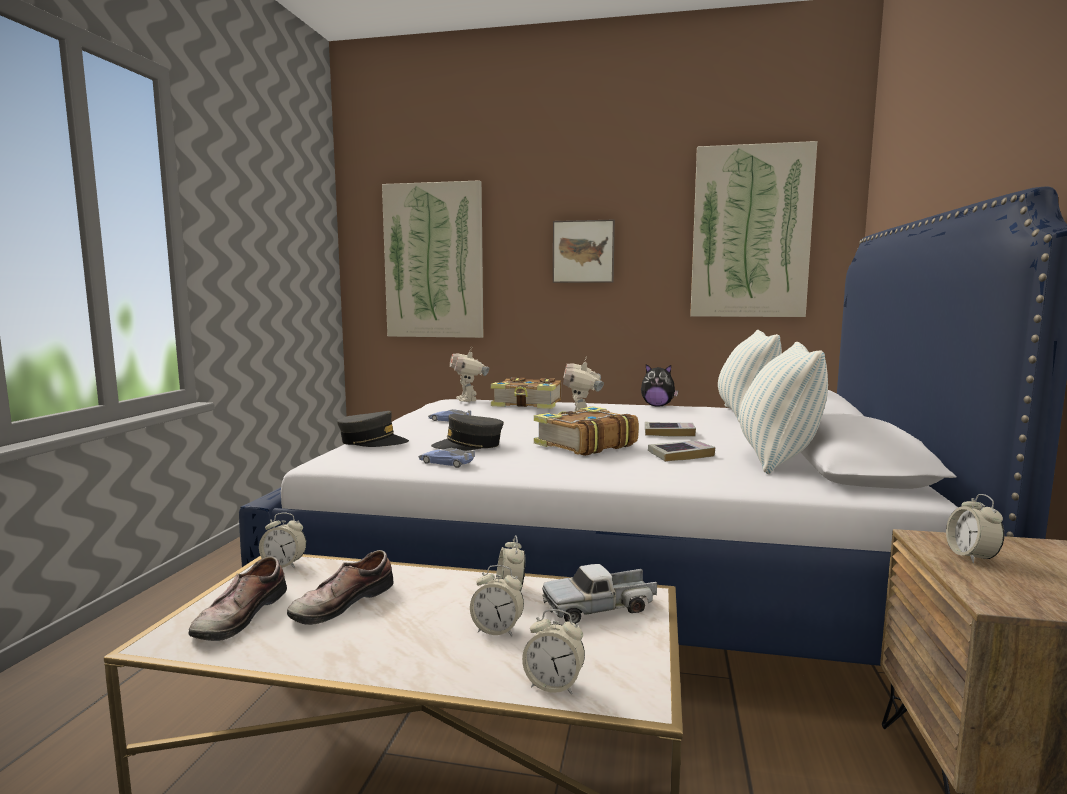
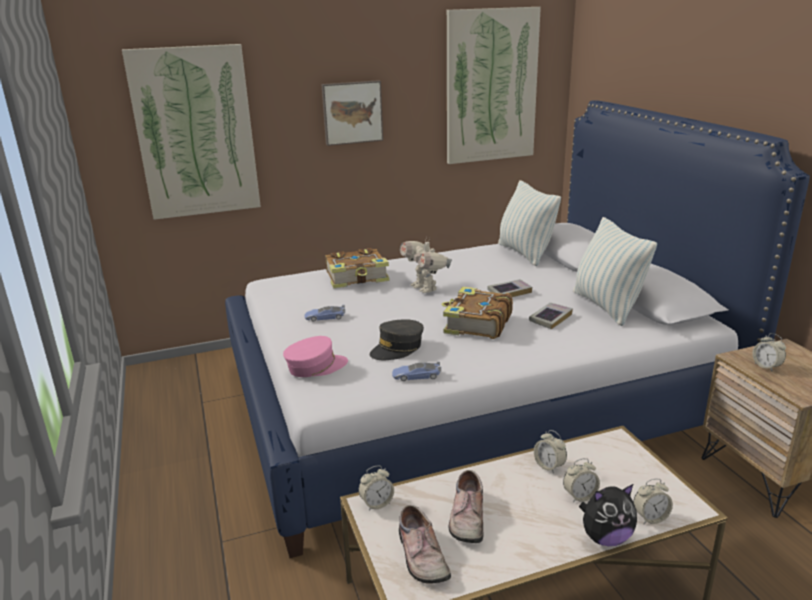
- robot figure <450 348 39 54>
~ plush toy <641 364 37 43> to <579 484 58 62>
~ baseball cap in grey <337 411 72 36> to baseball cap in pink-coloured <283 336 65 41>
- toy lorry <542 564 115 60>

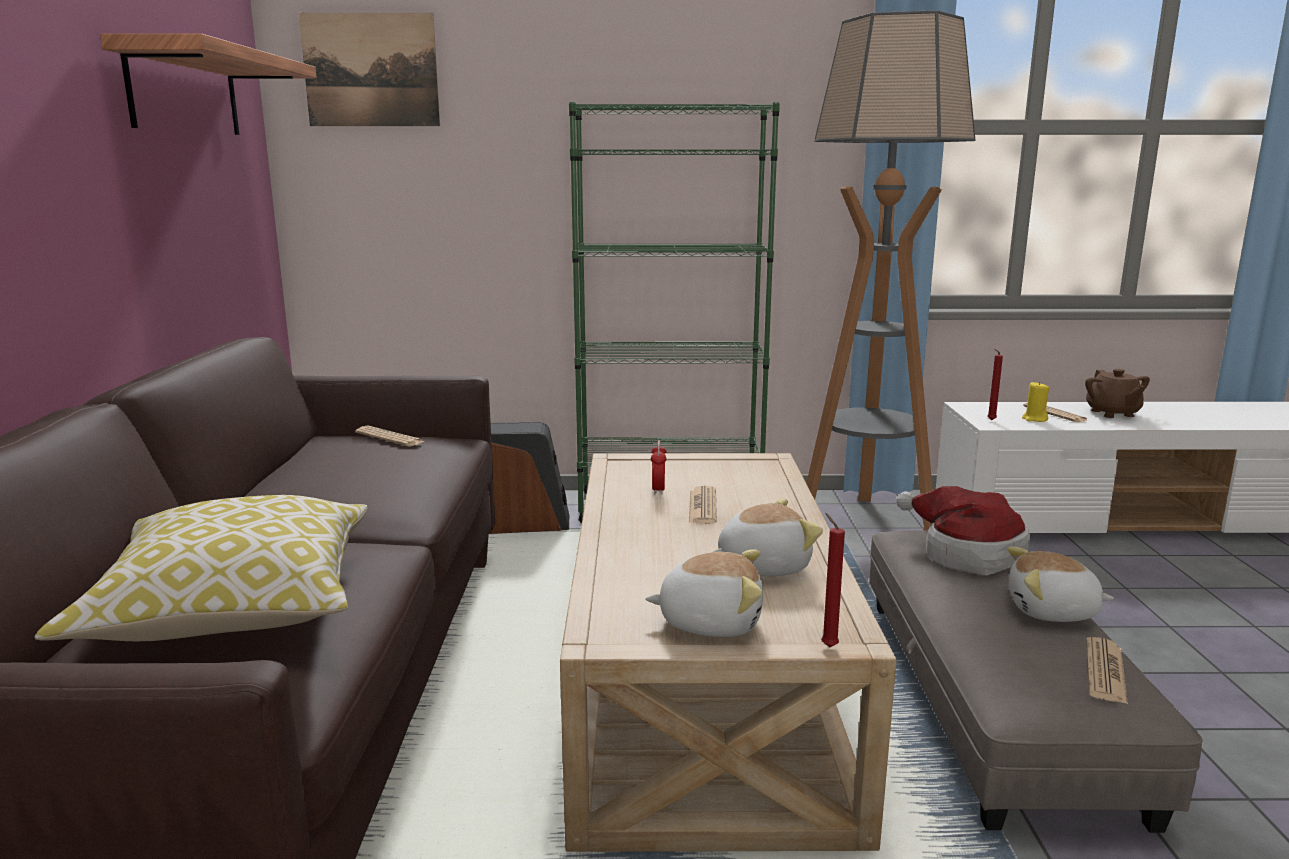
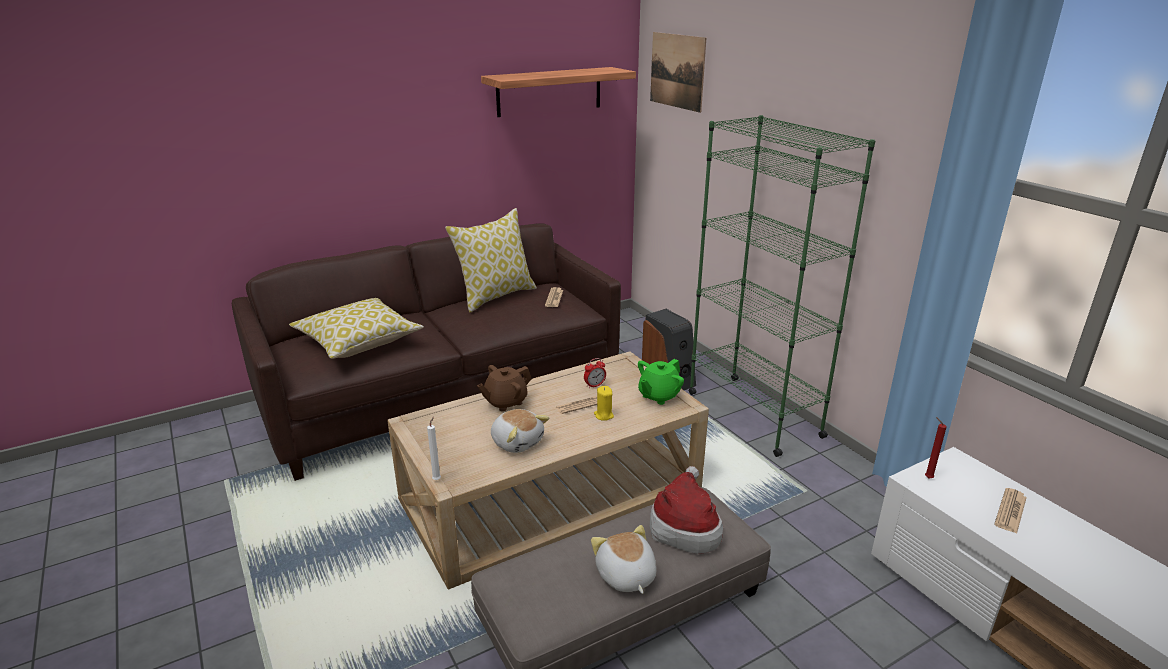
- standard lamp <806 10 170 520>
~ pot for tea in brown-coloured <1085 369 65 49> to <477 365 55 46>
~ wax light in yellowish <1022 381 27 41> to <594 386 20 35>
~ wax light in red-coloured <821 513 24 134> to wax light in white <427 417 14 63>
- plush toy <645 549 118 88>
- printed paper <1086 637 42 67>
+ pillow <445 208 92 104>
+ pot for tea in greenish <638 359 46 46>

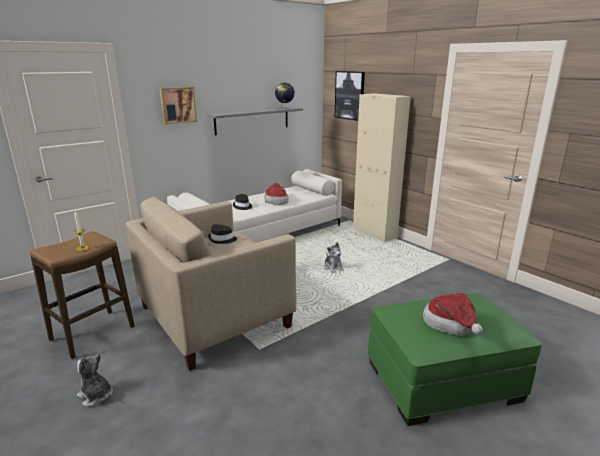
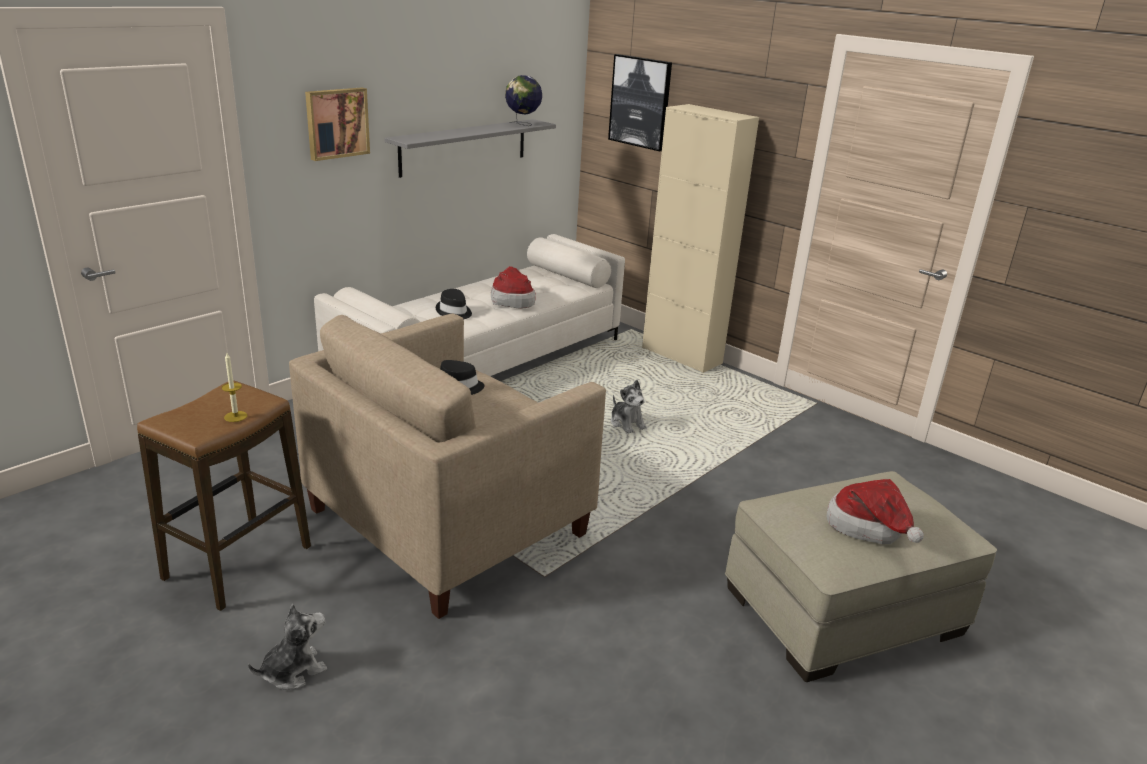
~ footrest in greenish <367 293 175 133> to footrest in beige-coloured <725 471 272 211>
~ plush toy <77 353 36 53> = <248 603 79 87> 120 degrees clockwise

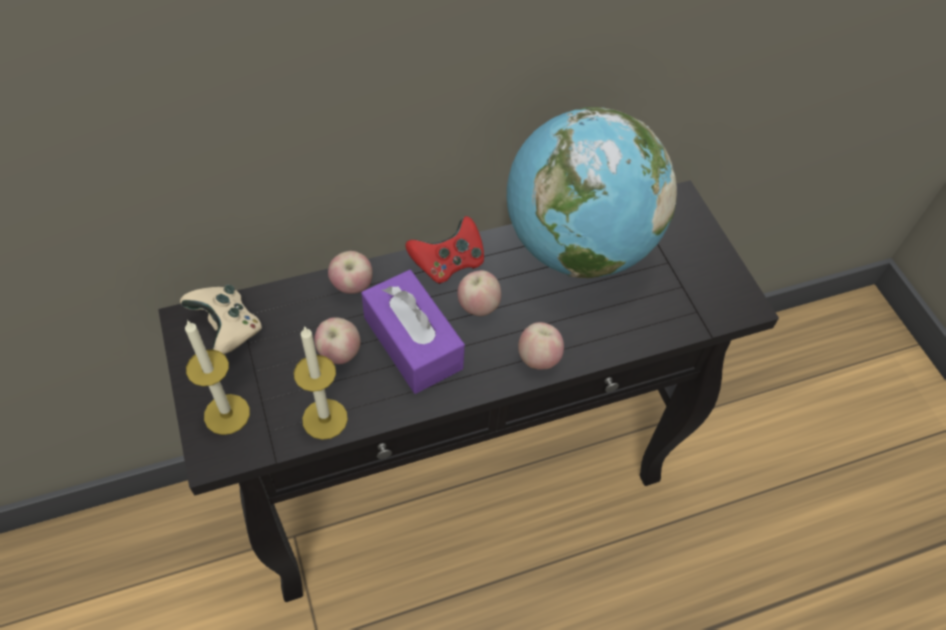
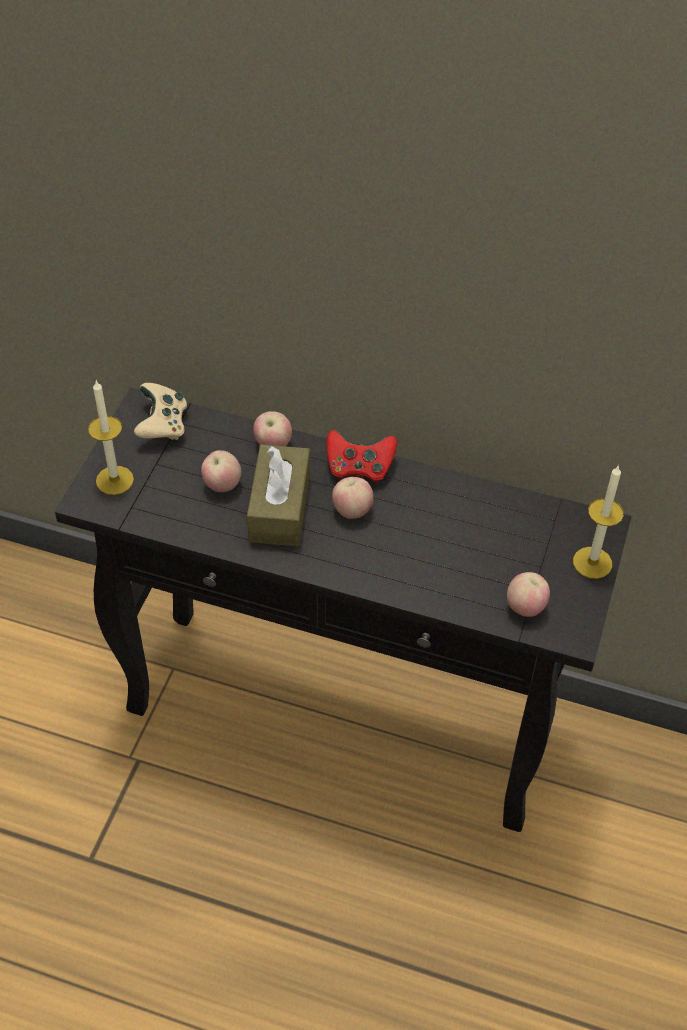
- globe <507 107 170 171>
~ tissue box in purple <361 270 104 124> to tissue box in brown-coloured <247 445 63 101>
~ apple <518 322 46 48> to <507 572 43 45>
~ wax light <294 326 54 114> to <573 465 51 114>

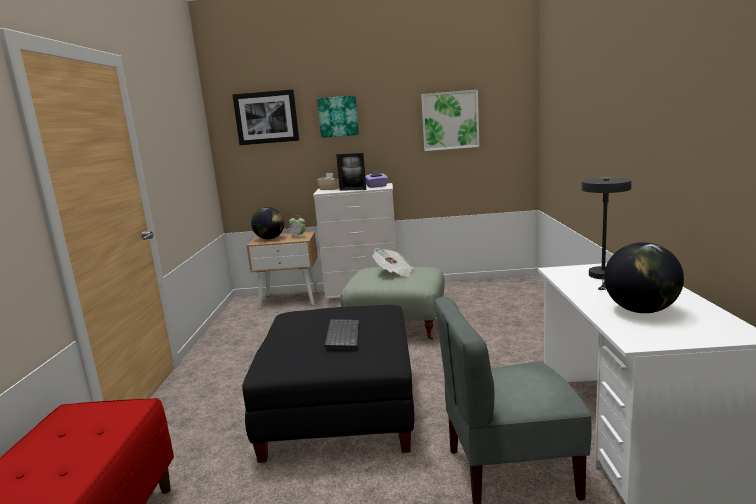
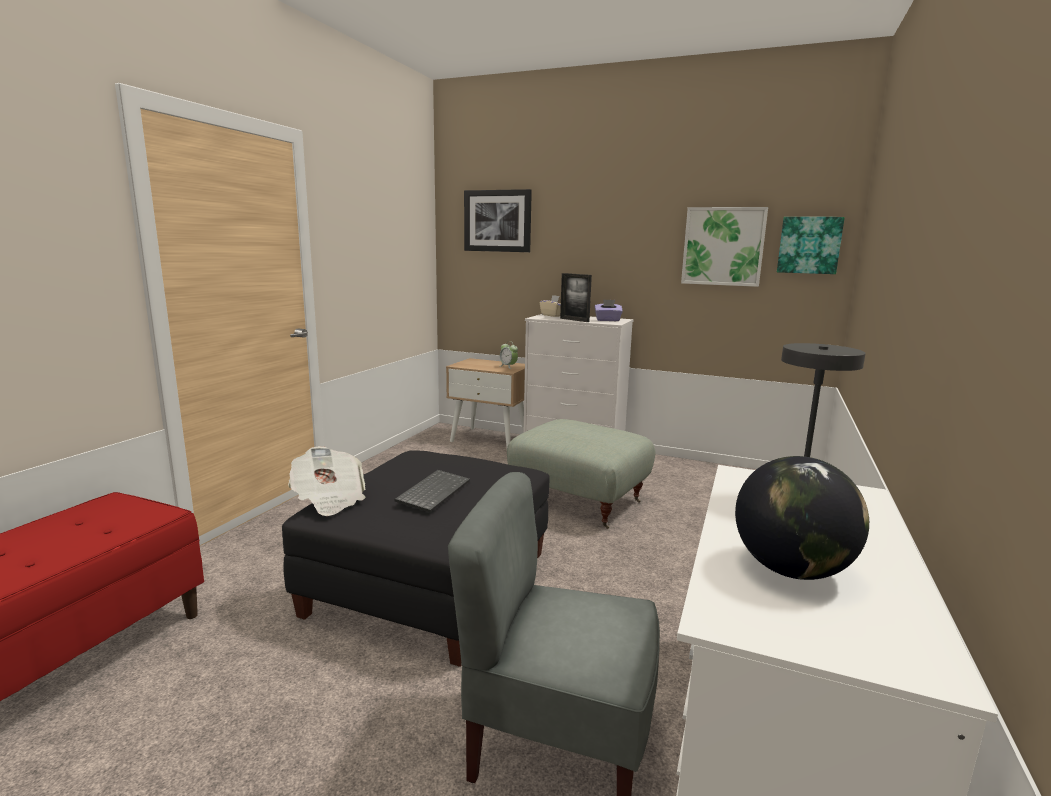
~ wall art <317 95 42 43> to <777 217 68 57>
- globe <251 207 33 32>
~ printed paper <372 248 41 29> to <288 446 77 70>

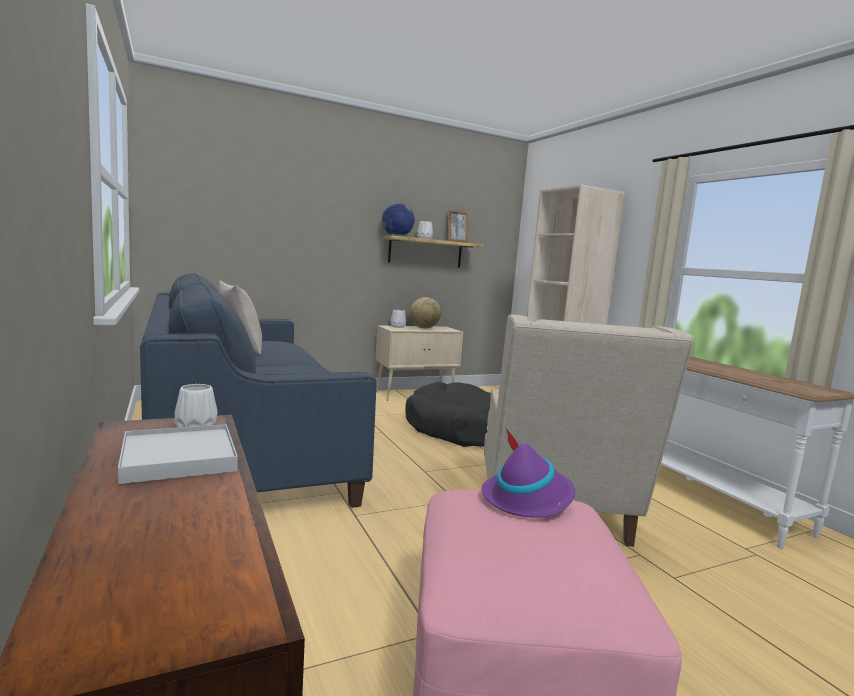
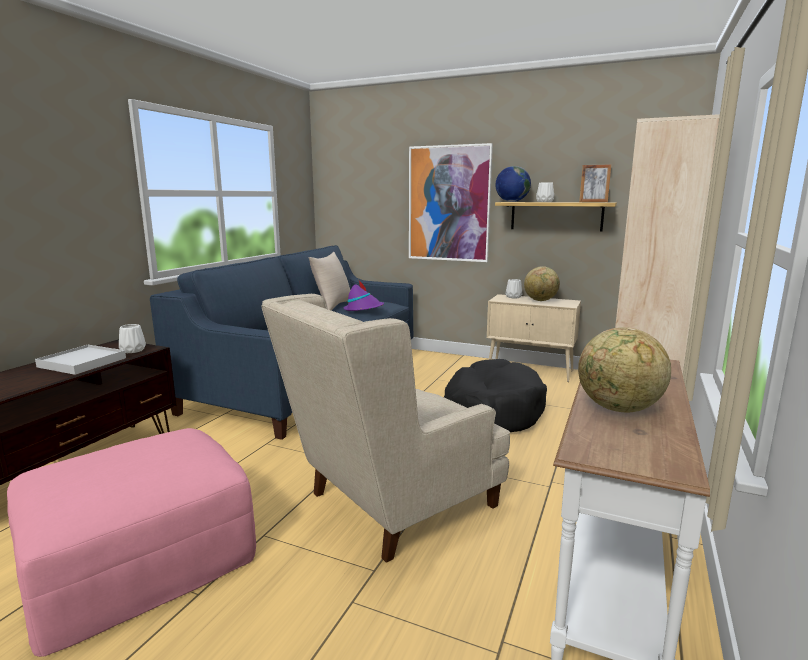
~ clothing hat in purple <482 428 93 90> to <343 281 41 30>
+ wall art <409 143 84 119>
+ globe <578 327 93 85>

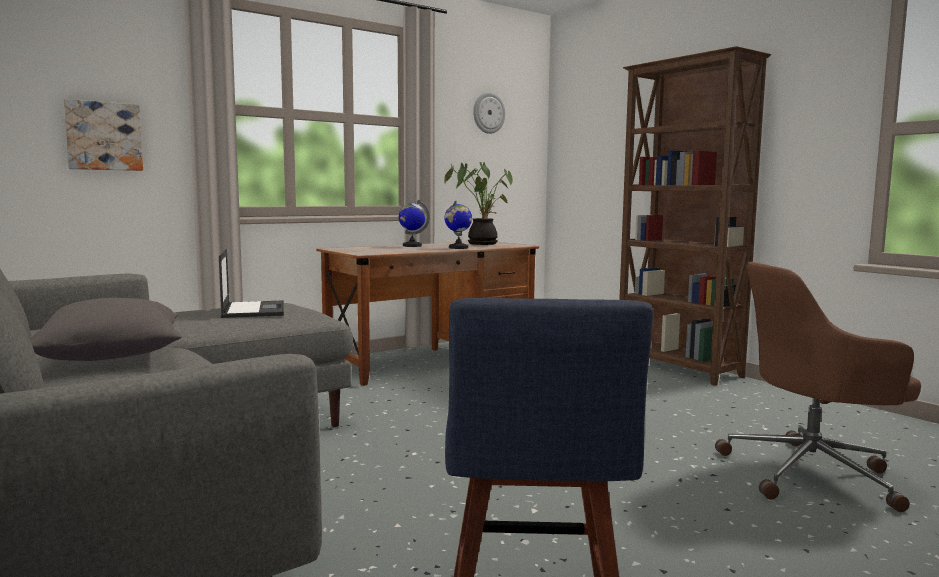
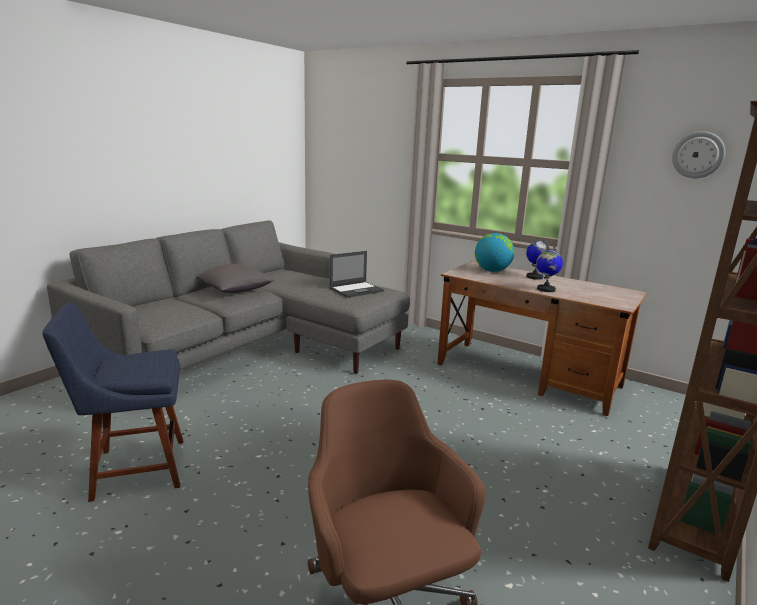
- wall art <64 99 79 72>
- potted plant <444 162 69 83>
+ globe <475 233 39 39>

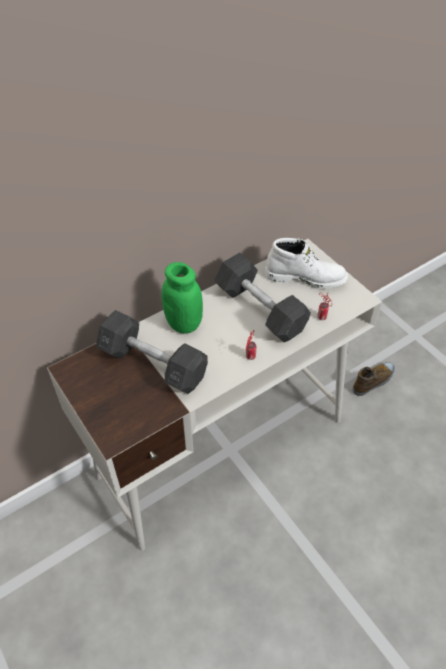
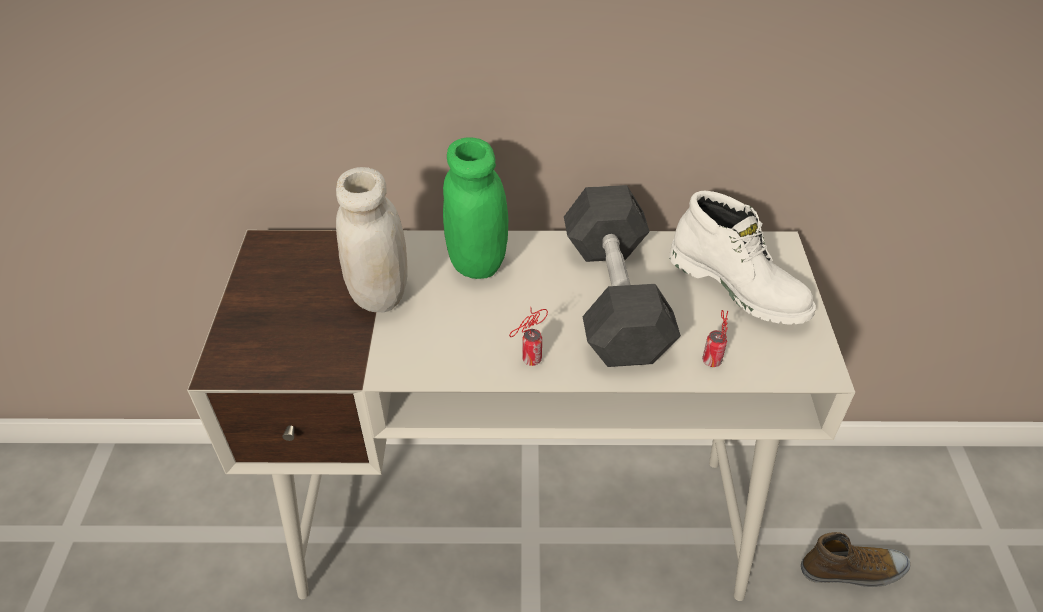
~ dumbbell in grey <96 310 112 84> to preserve jar in white <336 167 72 145>

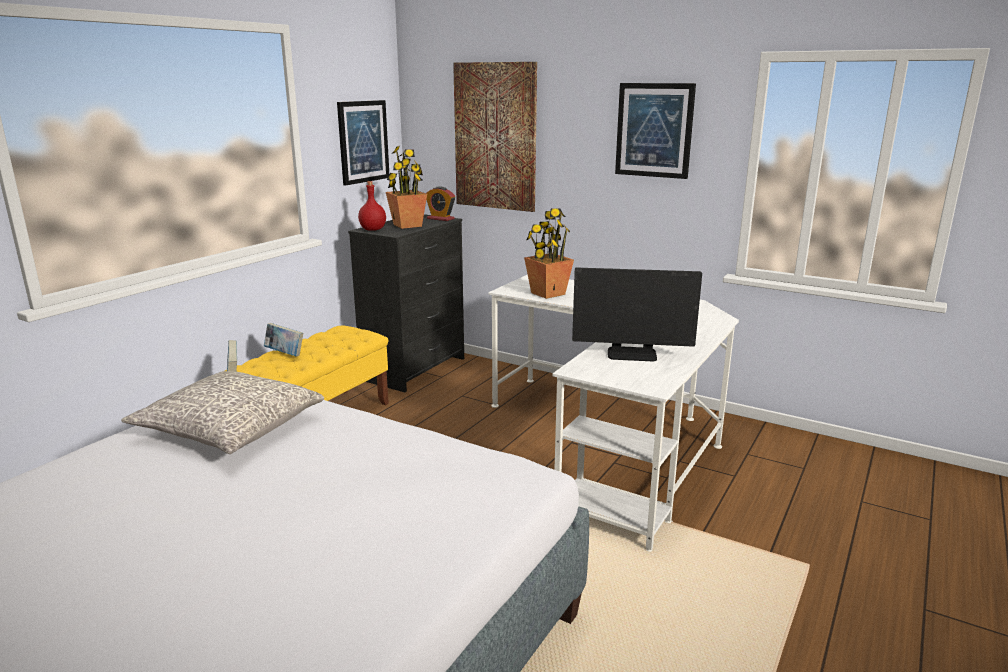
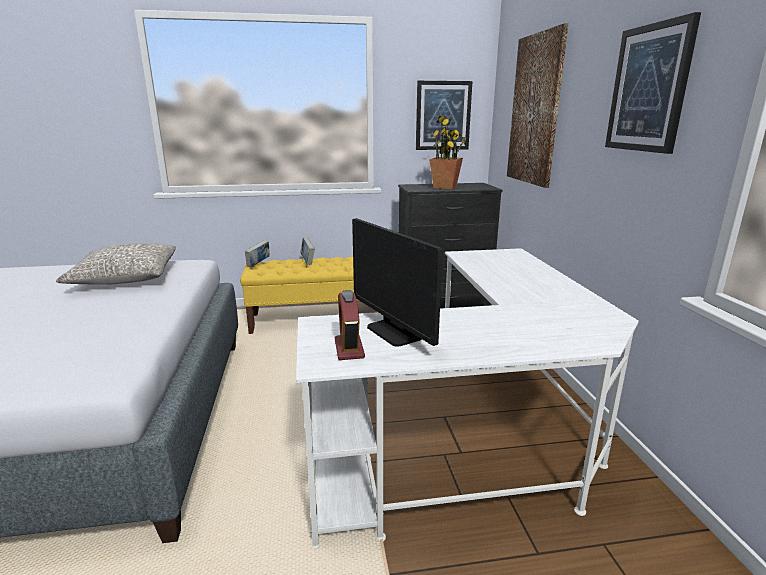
- beverage bottle in red-coloured <358 181 28 50>
~ table clock <426 186 29 35> to <335 290 30 70>
- potted plant <524 208 50 91>

